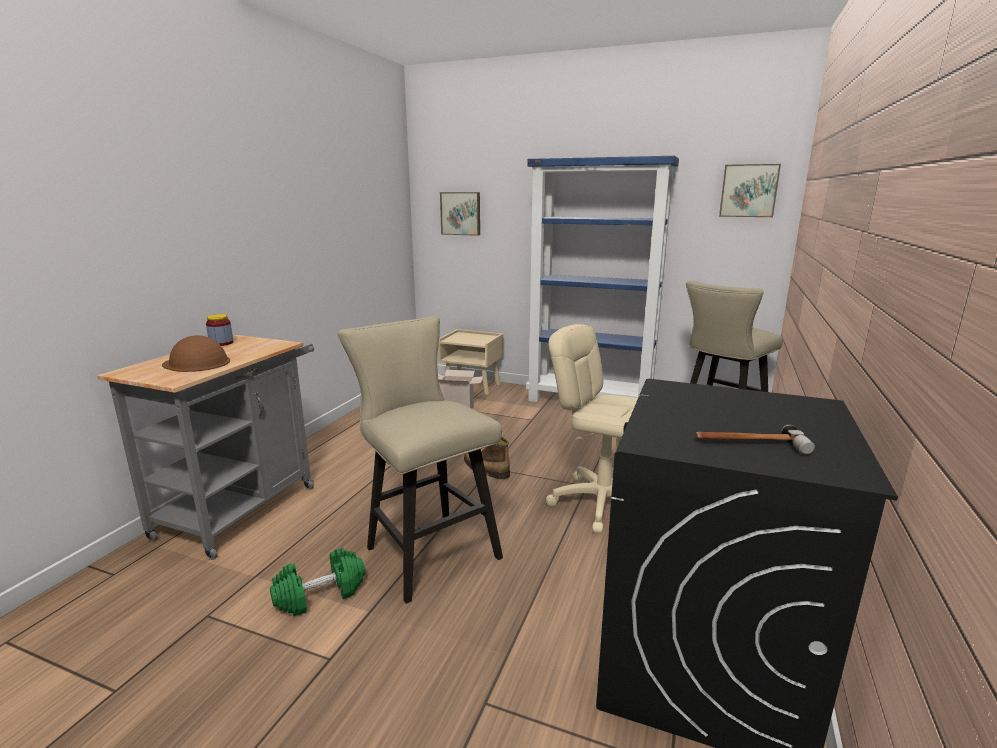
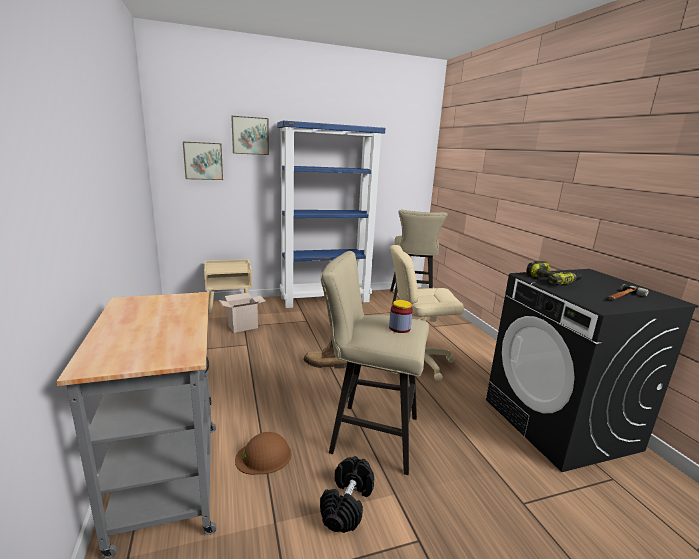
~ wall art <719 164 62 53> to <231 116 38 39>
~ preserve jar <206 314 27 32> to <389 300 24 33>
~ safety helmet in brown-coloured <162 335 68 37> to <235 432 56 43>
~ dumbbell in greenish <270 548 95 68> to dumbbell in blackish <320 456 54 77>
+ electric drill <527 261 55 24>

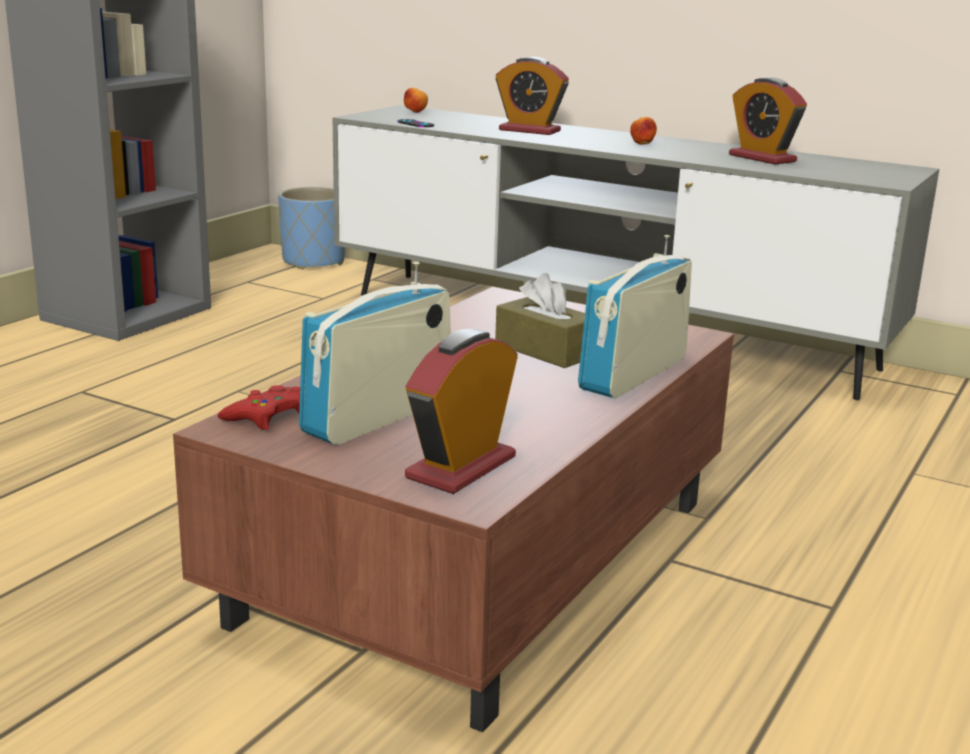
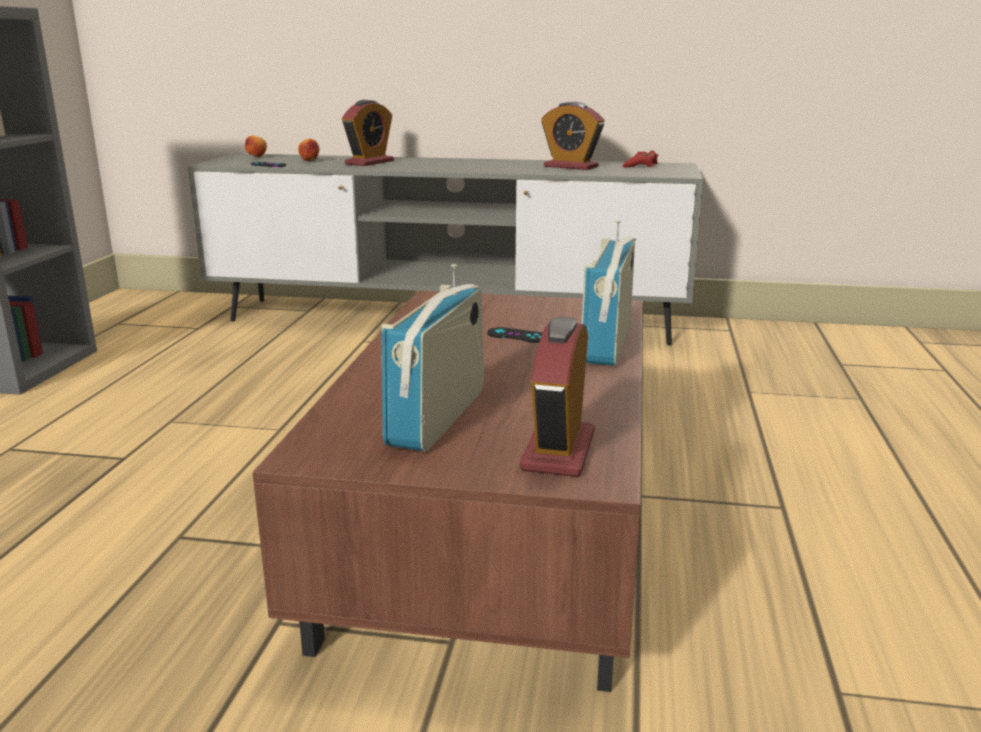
~ table clock <496 57 73 78> = <342 100 52 66> 60 degrees counterclockwise
~ apple <630 117 27 28> to <298 139 21 22>
- plant pot in blue-coloured <278 187 67 82>
~ tissue box in brown-coloured <495 273 90 95> to joypad in blackish <487 327 55 16>
~ joypad in red-coloured <218 385 82 45> to <623 150 35 18>

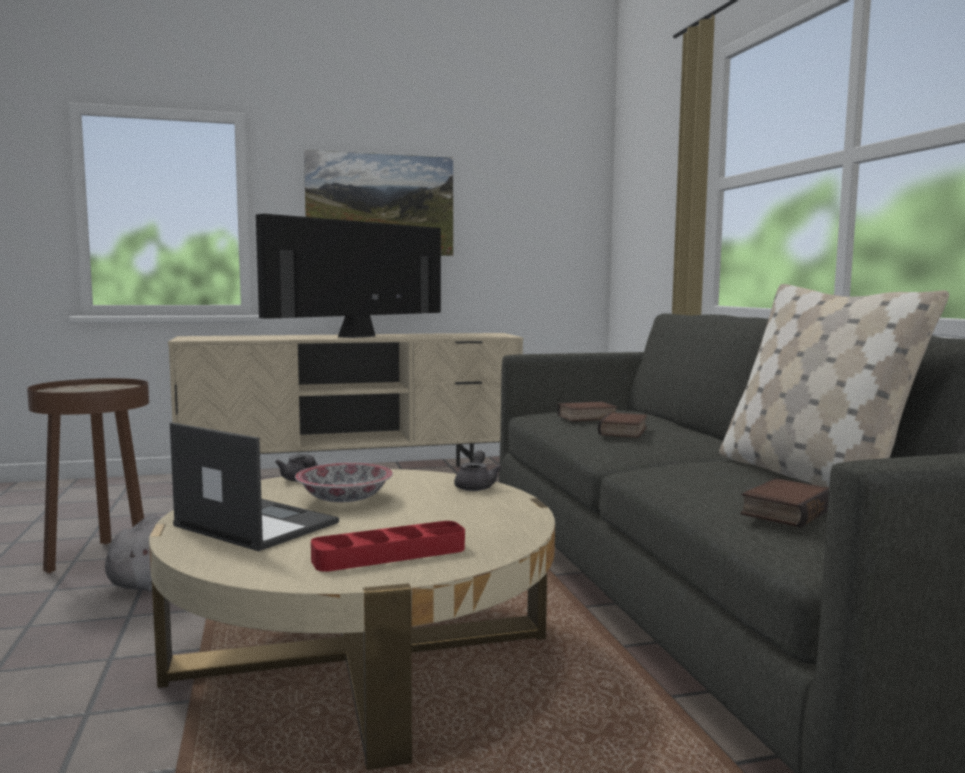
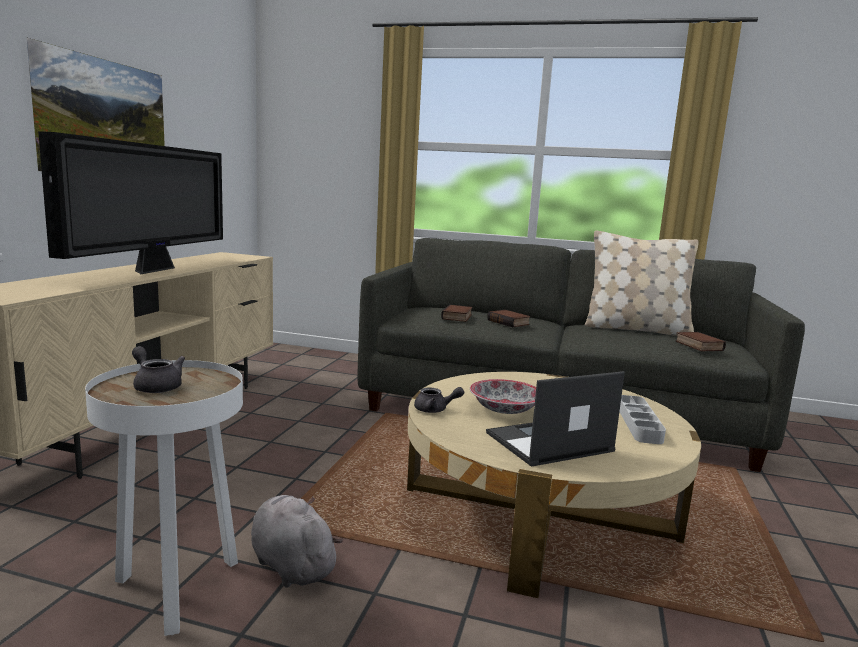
~ television <256 214 185 124> = <38 131 185 143> 150 degrees counterclockwise
~ end table in brown-coloured <27 378 122 195> to end table in white <85 360 158 276>
~ pot for tea in grey <454 450 48 41> to <132 346 53 47>
~ carrying tray in red-coloured <311 521 154 51> to carrying tray in grey <620 395 46 49>

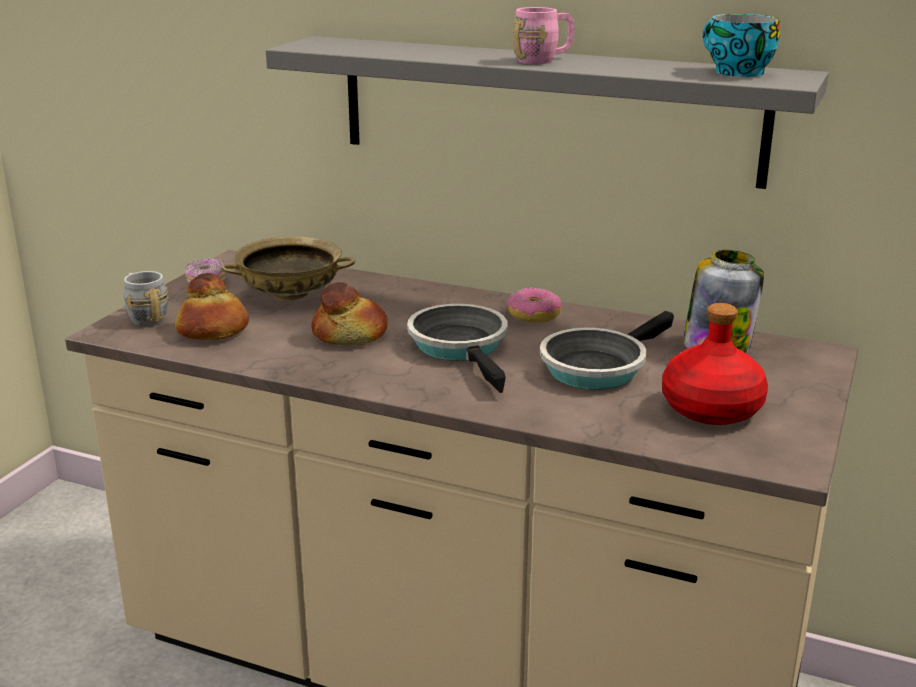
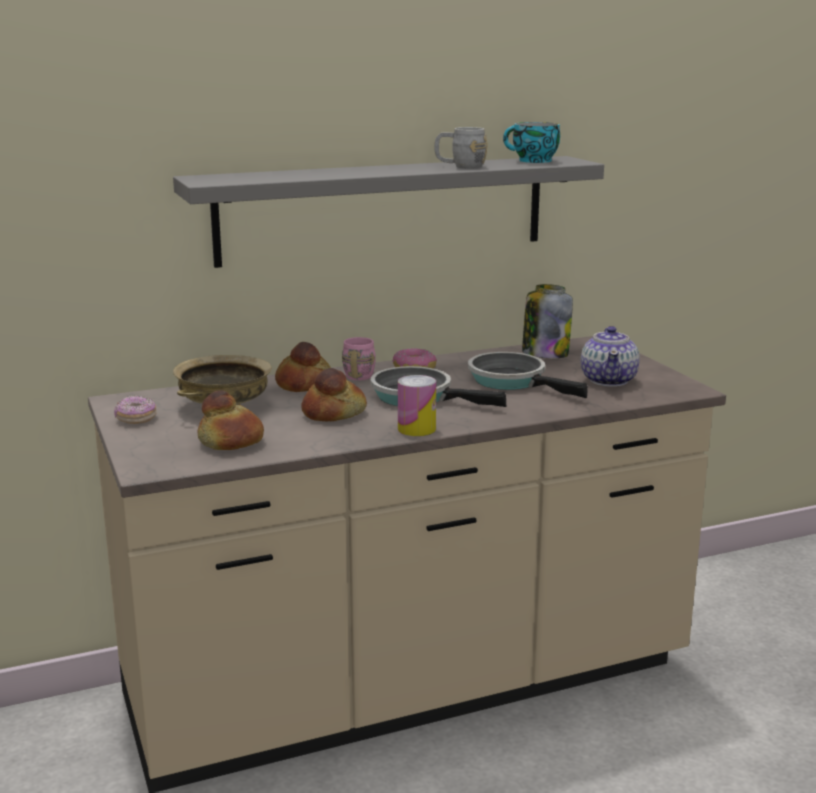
~ mug in pink-coloured <512 7 63 57> to <342 337 34 43>
~ mug in grey <124 271 44 55> to <434 127 54 42>
~ beverage bottle in red-coloured <662 303 106 122> to pot for tea <581 326 59 61>
~ skillet <540 311 134 79> = <468 352 120 46> 135 degrees clockwise
+ bread <275 342 56 50>
+ can <398 375 38 61>

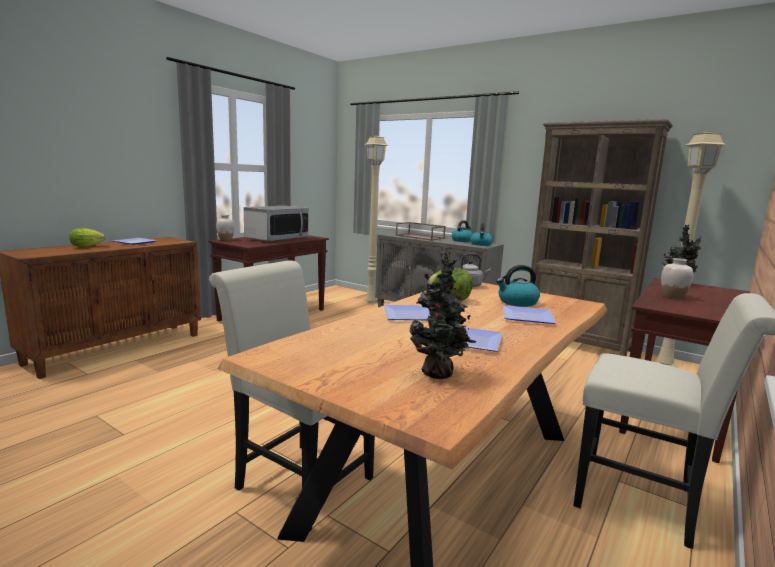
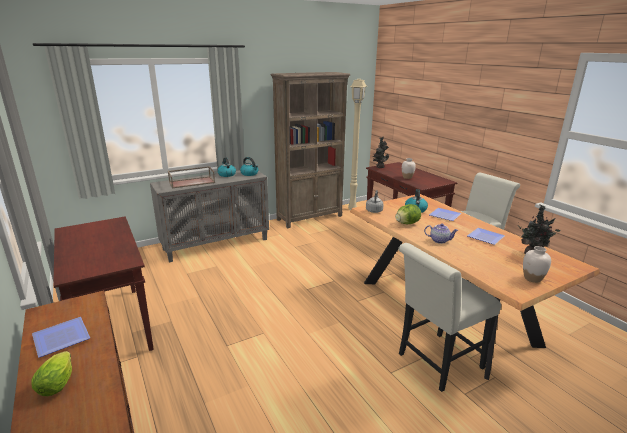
- standard lamp in beige-coloured <364 136 24 168>
- kitchen microwave <244 206 65 36>
~ flower vase in white <216 215 19 26> to <523 246 28 37>
~ flat dish <384 305 47 15> to pot for tea <424 223 34 21>

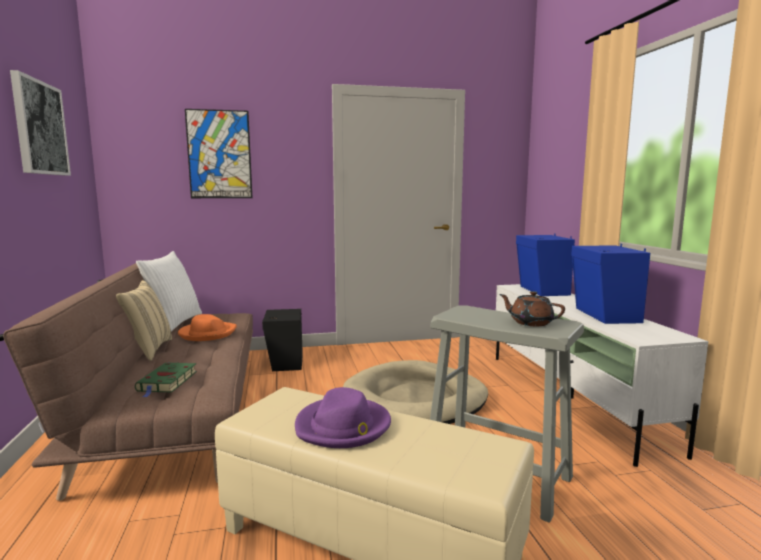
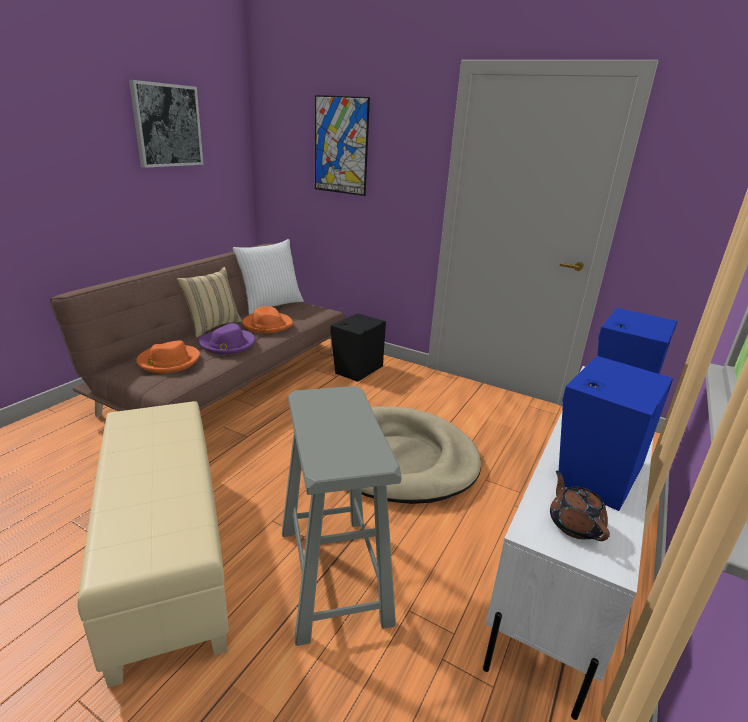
~ pot for tea in brown-coloured <499 291 66 35> to <550 471 60 70>
~ bound book in greenish <135 362 62 35> to clothing hat in orangey <136 340 64 33>
~ clothing hat in purple <295 387 96 61> to <198 323 57 31>

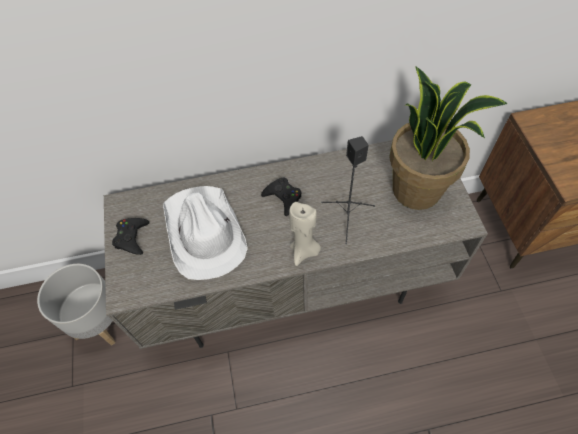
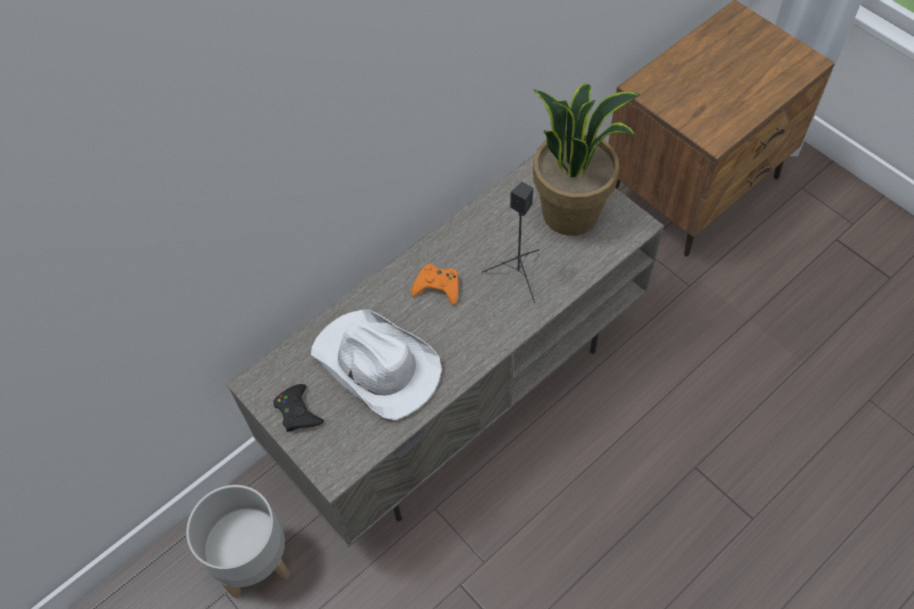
~ joypad in blackish <261 177 41 39> to joypad in orangey <411 264 48 41>
- wax light in beige-coloured <289 202 32 64>

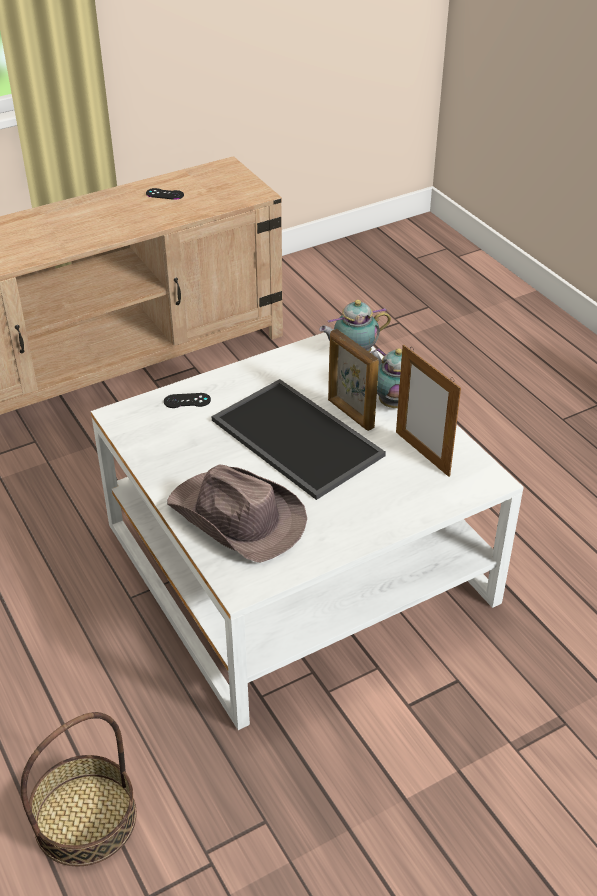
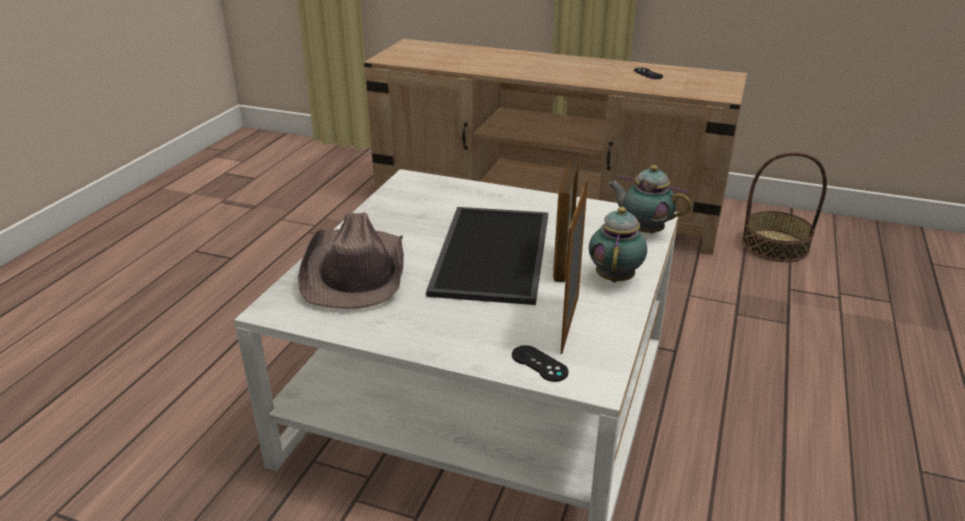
~ joypad in blackish <164 393 47 15> to <512 345 57 37>
~ basket <20 712 117 154> to <742 152 85 110>

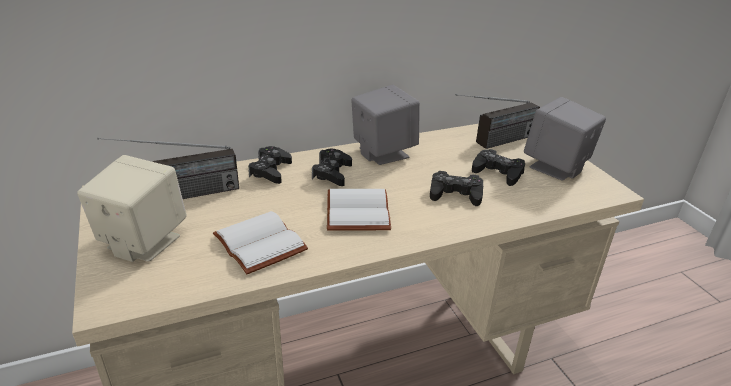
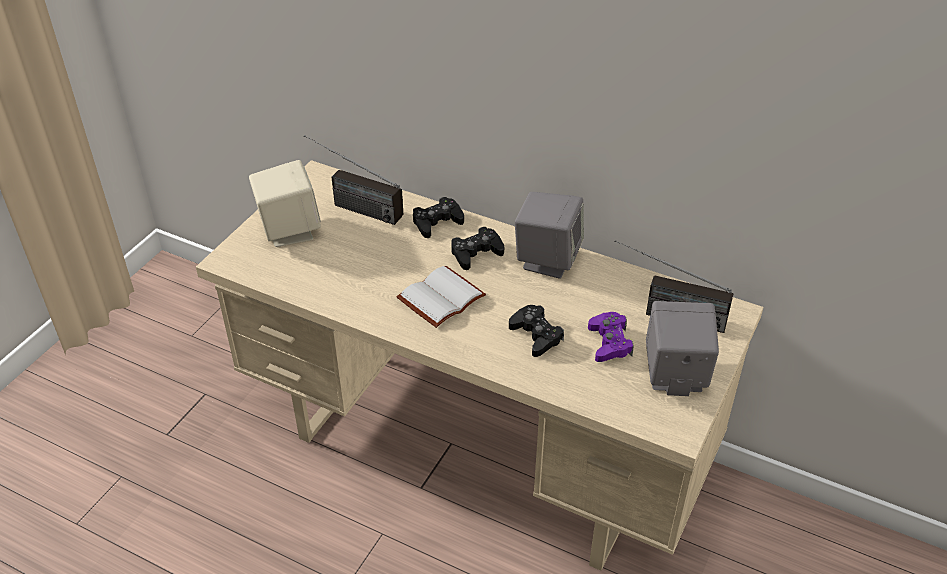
~ joypad in blackish <472 149 53 37> to joypad in purple <588 312 46 50>
- bound book in white <213 211 95 64>

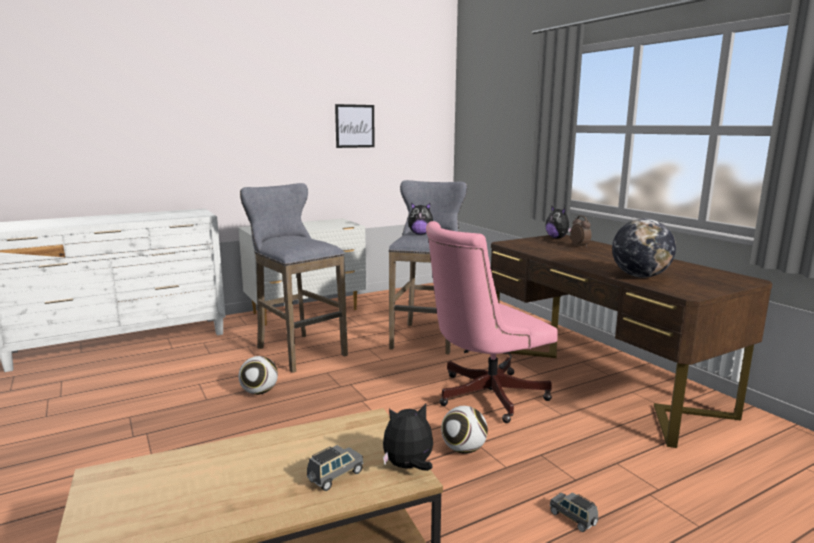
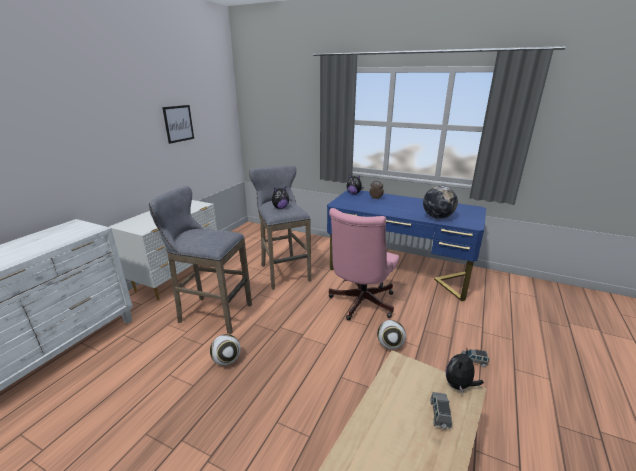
~ desk table in brown-coloured <491 235 281 213> to desk table in blue-coloured <327 190 159 111>

